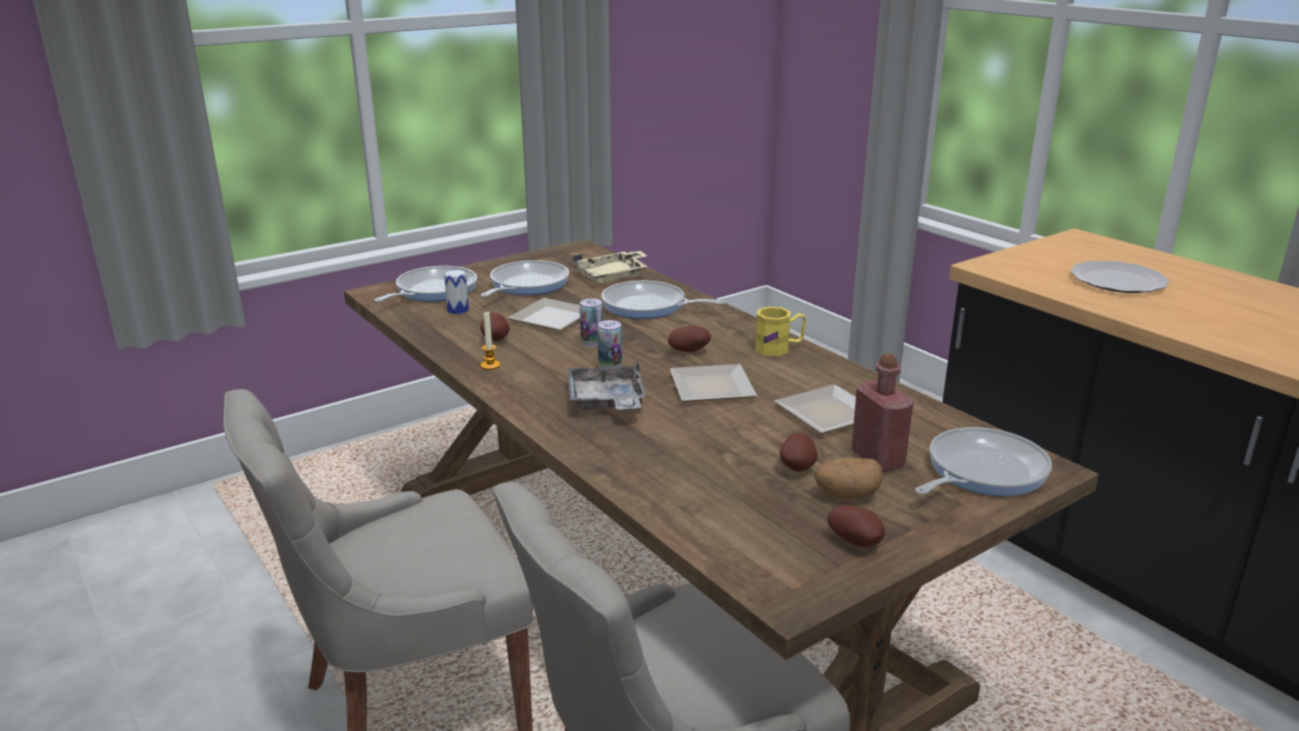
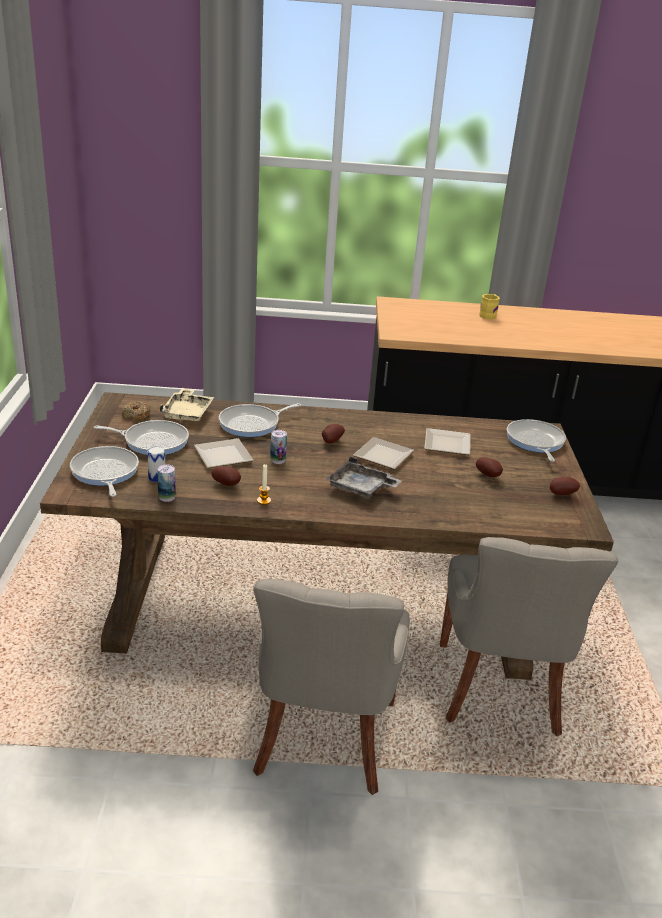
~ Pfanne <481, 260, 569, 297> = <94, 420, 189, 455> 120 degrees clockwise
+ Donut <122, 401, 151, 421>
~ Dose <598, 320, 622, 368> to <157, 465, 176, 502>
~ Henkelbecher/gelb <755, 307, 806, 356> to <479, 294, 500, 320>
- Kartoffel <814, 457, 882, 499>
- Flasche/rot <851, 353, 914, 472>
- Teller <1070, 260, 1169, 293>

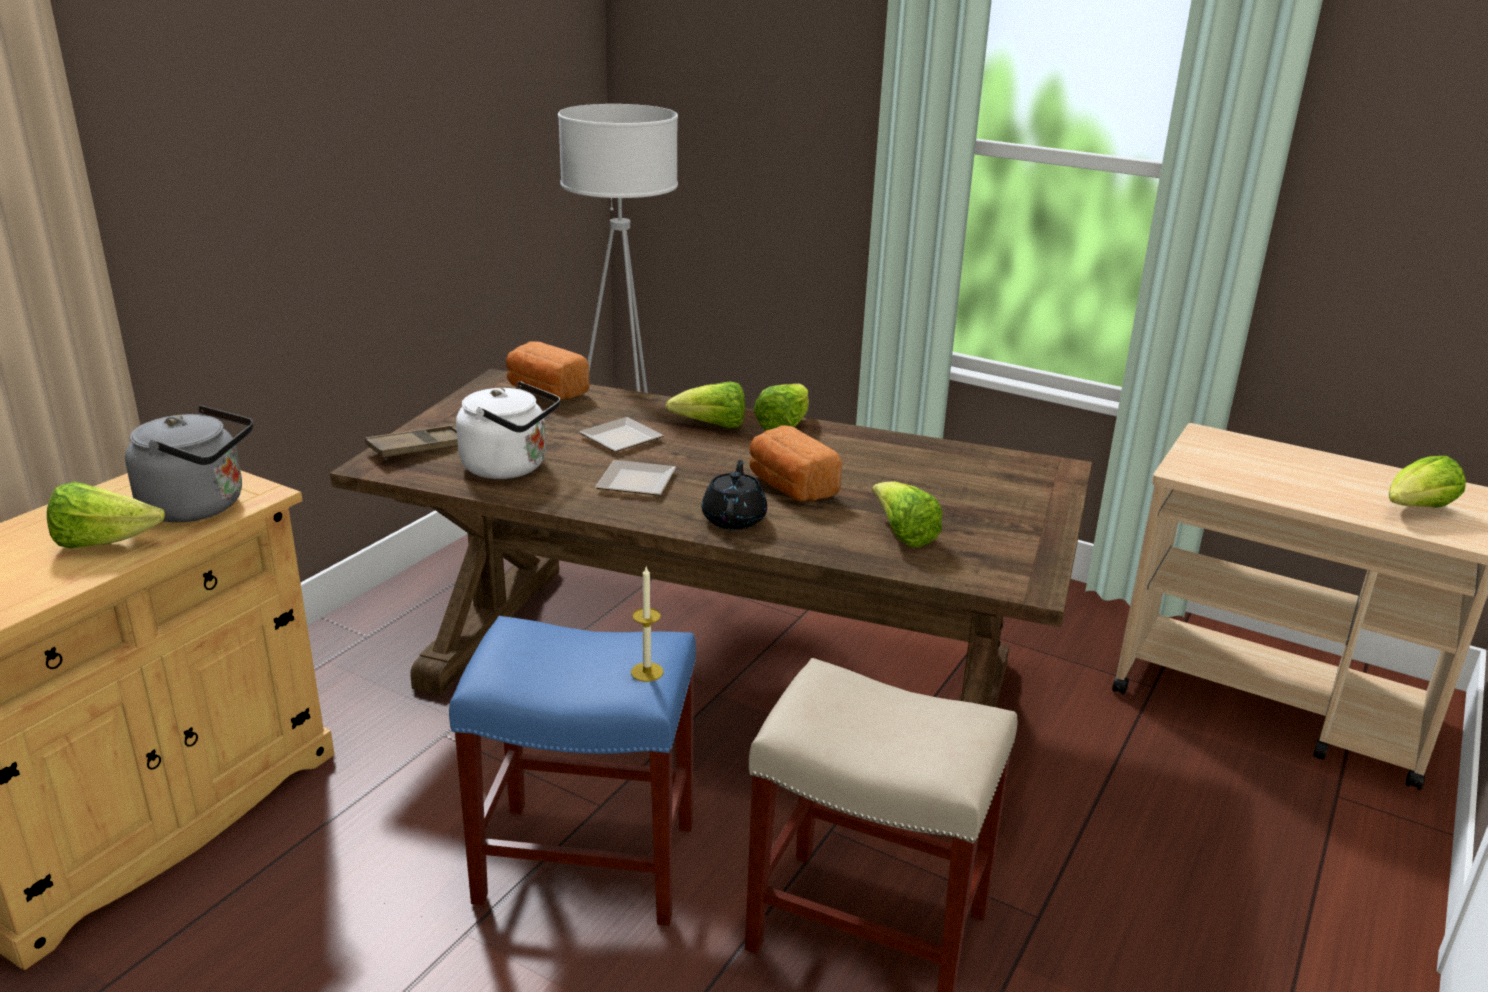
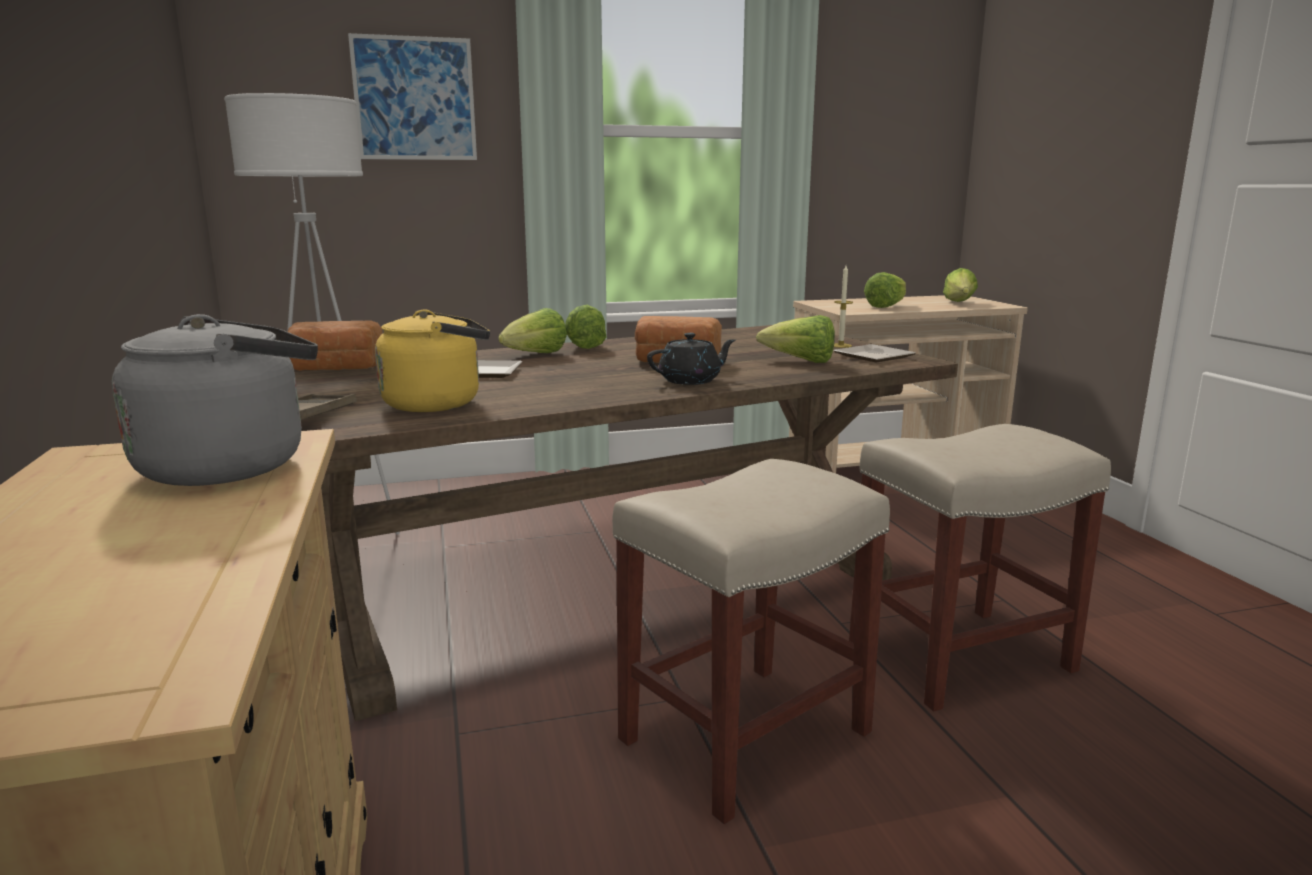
+ Bild <348, 33, 477, 160>
~ Wasserkessel/weiß <456, 381, 560, 479> to Wasserkessel/gelb <375, 309, 490, 412>
~ Hocker/blau <449, 616, 696, 926> to Hocker/beige <612, 459, 890, 824>
~ Teekanne/schwarz <702, 460, 767, 530> = <647, 333, 736, 385> 105 degrees clockwise
~ Teller <595, 460, 676, 496> to <833, 344, 916, 362>
~ Kerze <631, 567, 663, 682> to <834, 265, 853, 348>
~ Salatkopf <47, 482, 165, 549> to <864, 272, 906, 308>

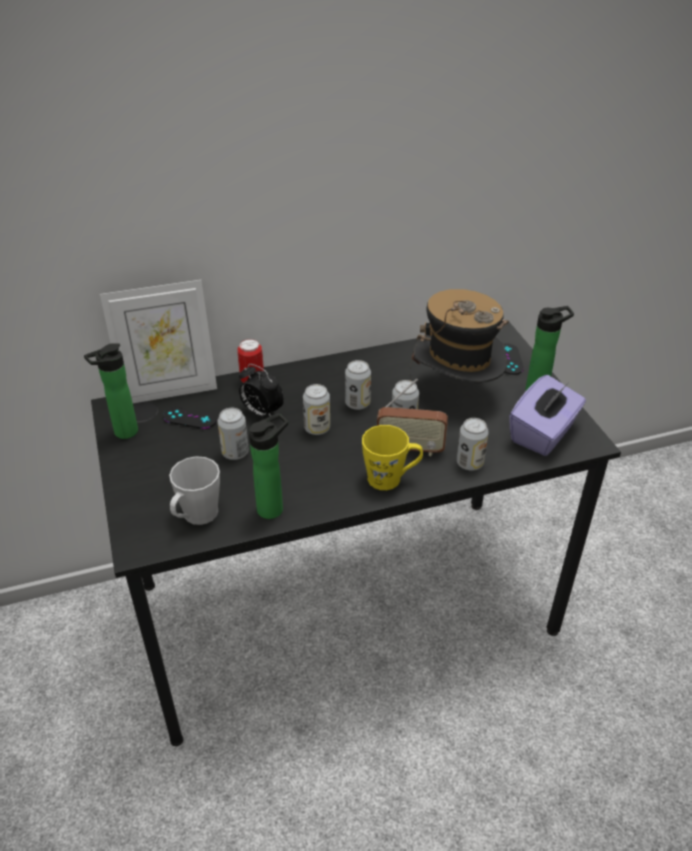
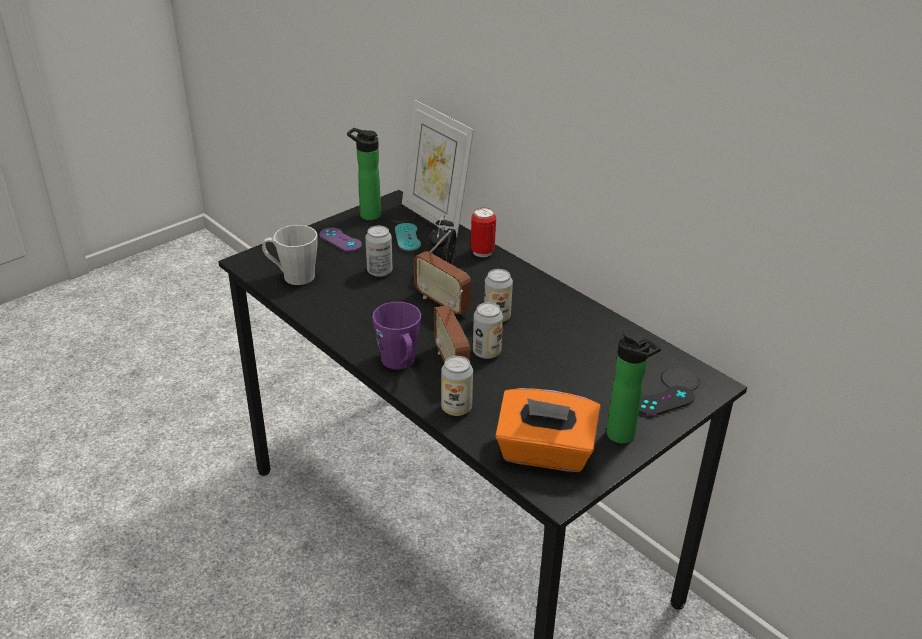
+ Gamepad/lila <320, 228, 362, 252>
~ Henkelbecher/gelb <362, 425, 423, 490> to Henkelbecher/lila <373, 302, 421, 370>
~ Gamepad/schwarz <163, 407, 217, 429> to Gamepad/türkis <395, 223, 421, 251>
~ Dose <303, 384, 330, 435> to Radio <414, 230, 471, 314>
~ Taschentuchbox/lila <509, 375, 586, 456> to Taschentuchbox/orange <495, 388, 600, 472>
- Flasche <249, 413, 288, 519>
- Hut <410, 289, 509, 383>

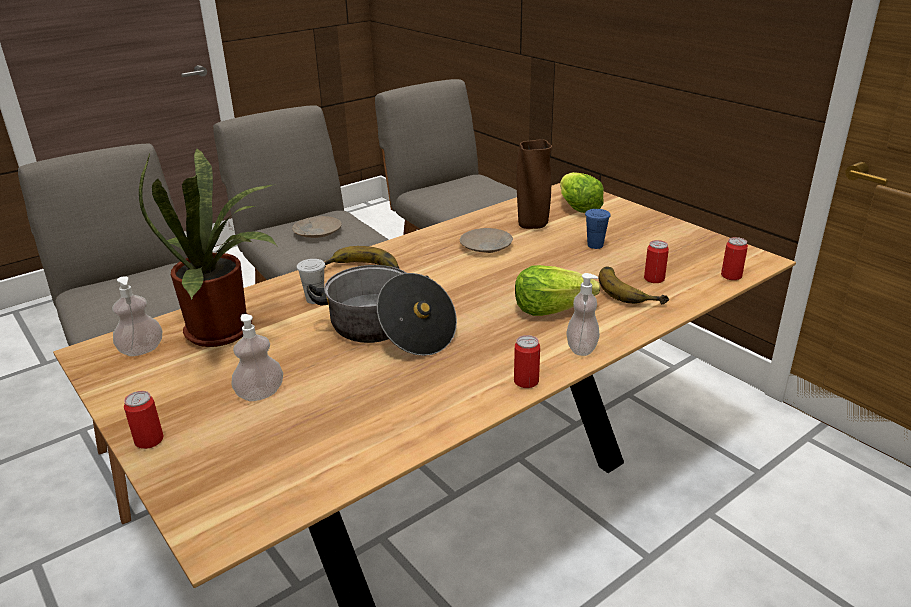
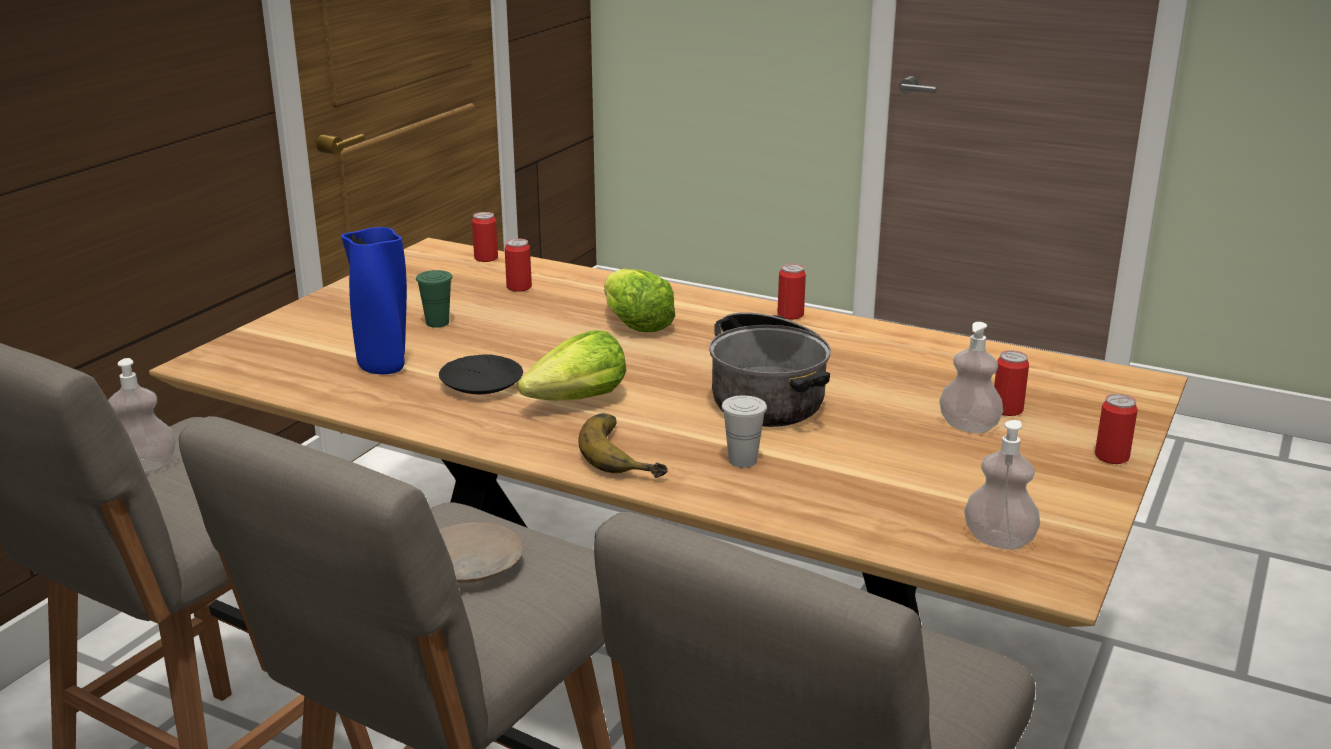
~ Seifenspender <566, 273, 600, 356> to <108, 358, 176, 472>
~ Vase/braun <516, 139, 552, 229> to Vase/blau <341, 227, 407, 374>
~ Tasse/blau <585, 209, 611, 249> to Tasse/grün <416, 270, 452, 328>
~ Teller/beige <460, 228, 513, 253> to Teller/schwarz <439, 354, 523, 394>
~ Salatkopf <560, 172, 604, 213> to <517, 330, 627, 401>
+ Dose <994, 350, 1029, 416>
- Topfpflanze <139, 148, 278, 347>
- Banane <599, 267, 669, 304>

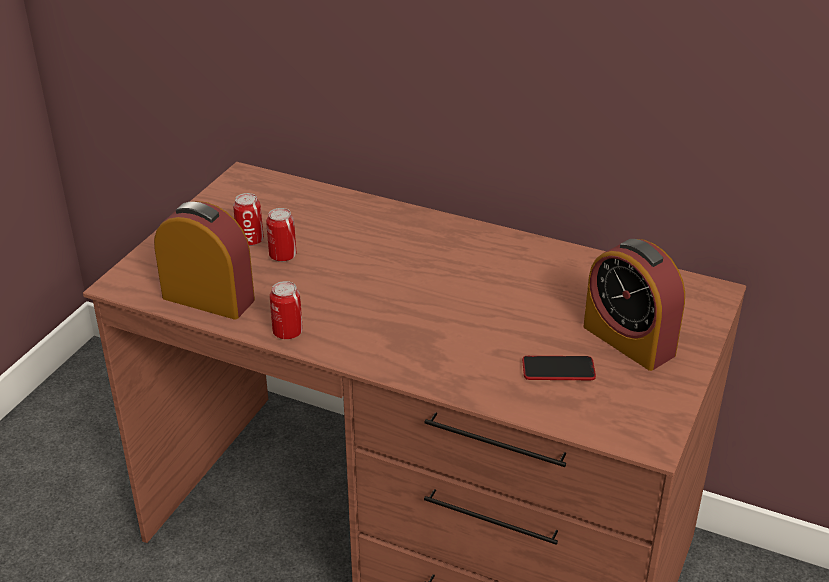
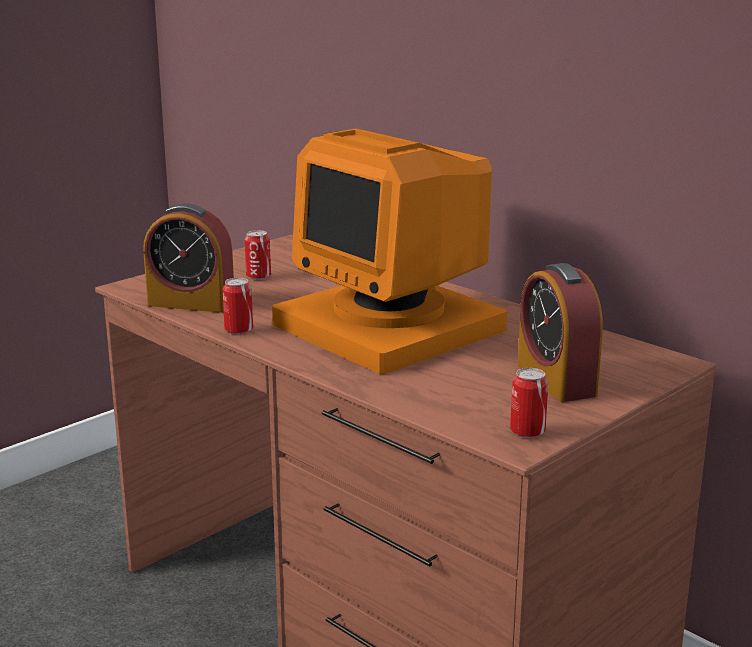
~ Wecker <154, 201, 255, 319> = <143, 203, 234, 313> 150 degrees clockwise
+ Monitor <272, 128, 507, 374>
~ Dose <266, 208, 297, 262> to <510, 368, 548, 438>
- Handy <522, 356, 596, 380>

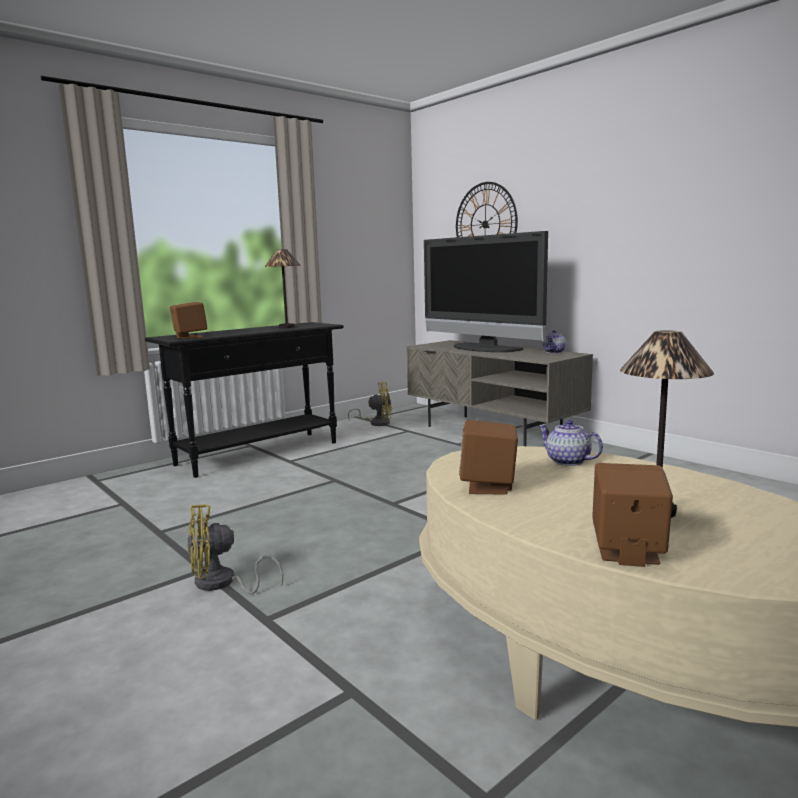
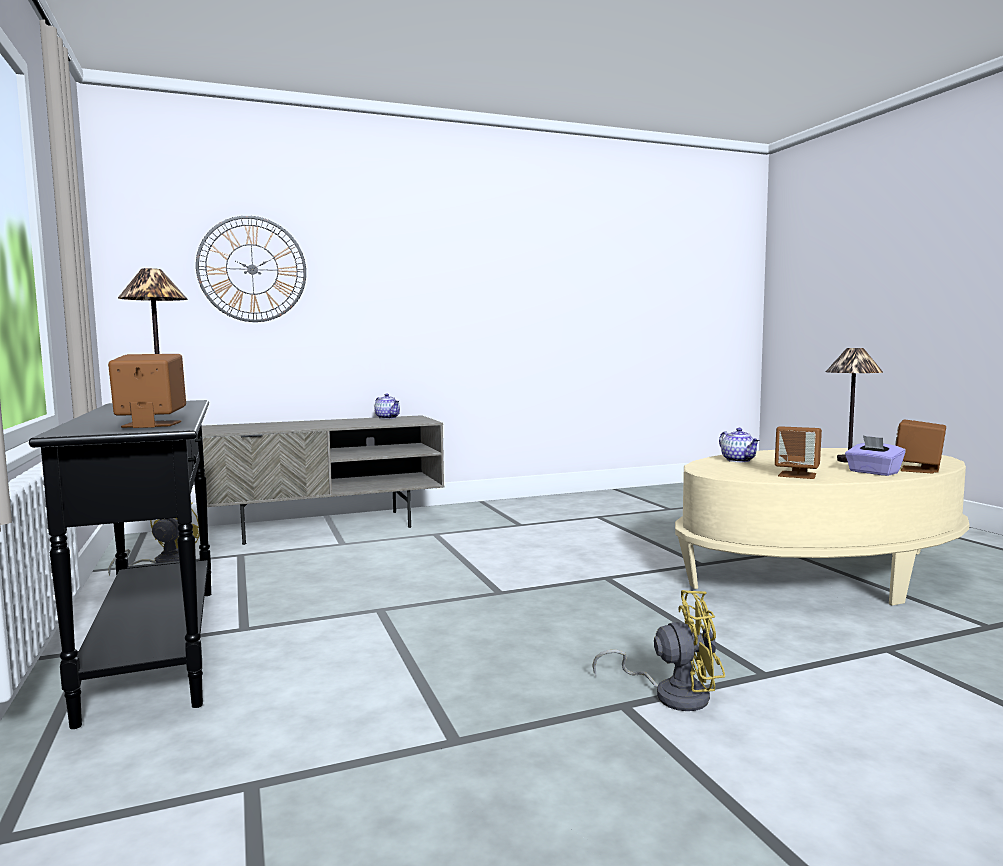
~ Ventilator/gelb <187, 504, 283, 594> = <592, 590, 725, 711> 90 degrees counterclockwise
~ Teekanne <538, 420, 603, 466> = <719, 428, 760, 462> 90 degrees counterclockwise
+ Taschentuchbox/lila <845, 435, 906, 476>
- Fernseher <424, 231, 548, 352>

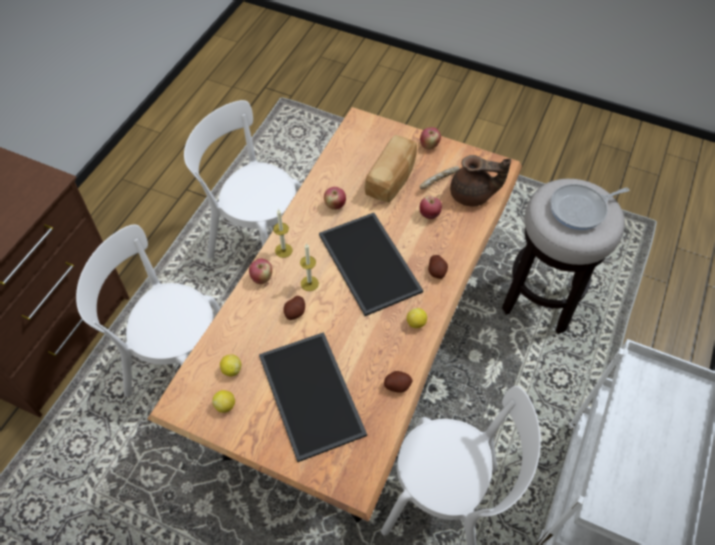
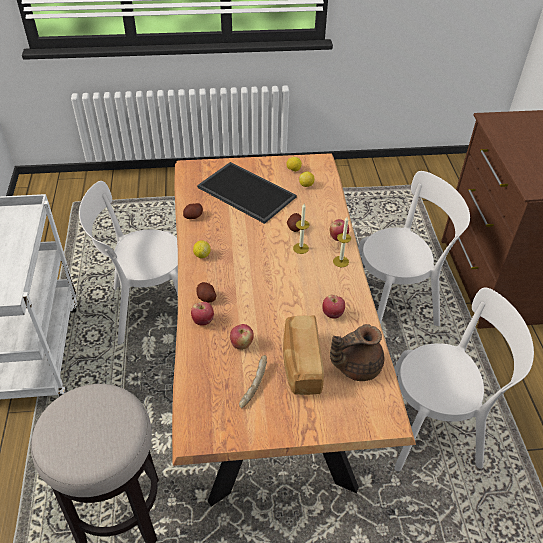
~ Apfel <420, 127, 441, 150> to <191, 302, 214, 326>
~ Teekanne/braun <450, 155, 511, 207> to <330, 324, 384, 381>
- Tablett <319, 213, 423, 316>
- Pfanne <550, 184, 629, 230>

